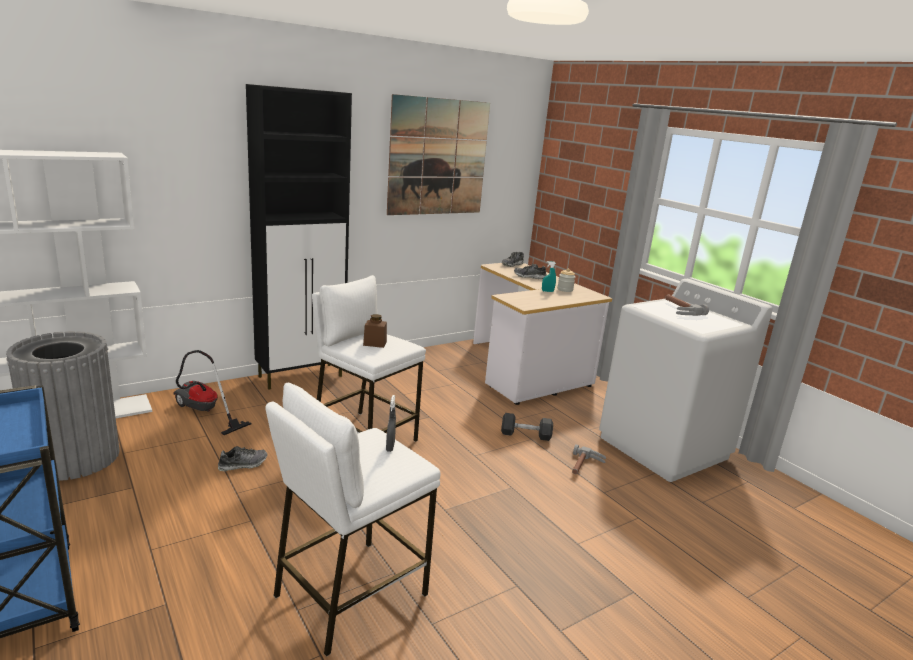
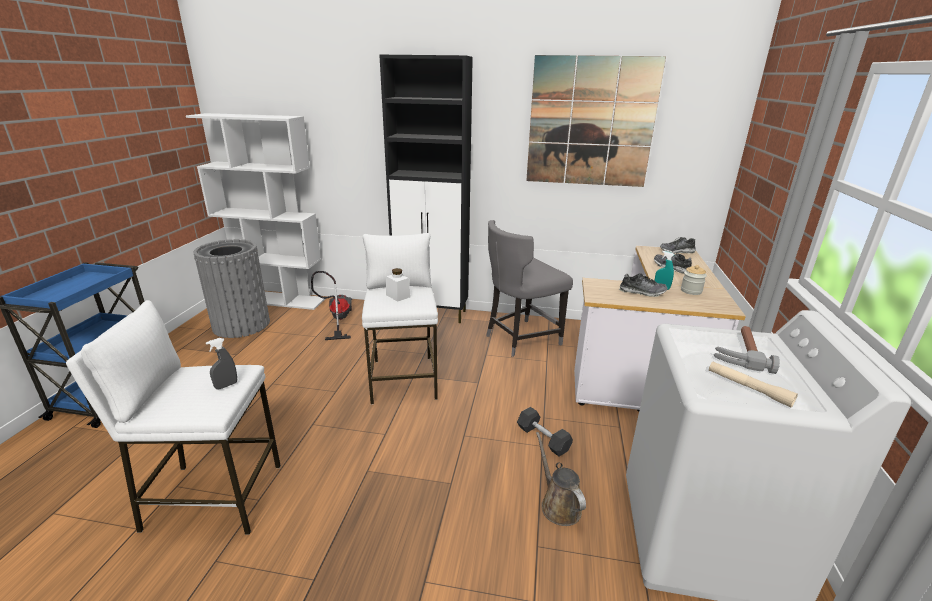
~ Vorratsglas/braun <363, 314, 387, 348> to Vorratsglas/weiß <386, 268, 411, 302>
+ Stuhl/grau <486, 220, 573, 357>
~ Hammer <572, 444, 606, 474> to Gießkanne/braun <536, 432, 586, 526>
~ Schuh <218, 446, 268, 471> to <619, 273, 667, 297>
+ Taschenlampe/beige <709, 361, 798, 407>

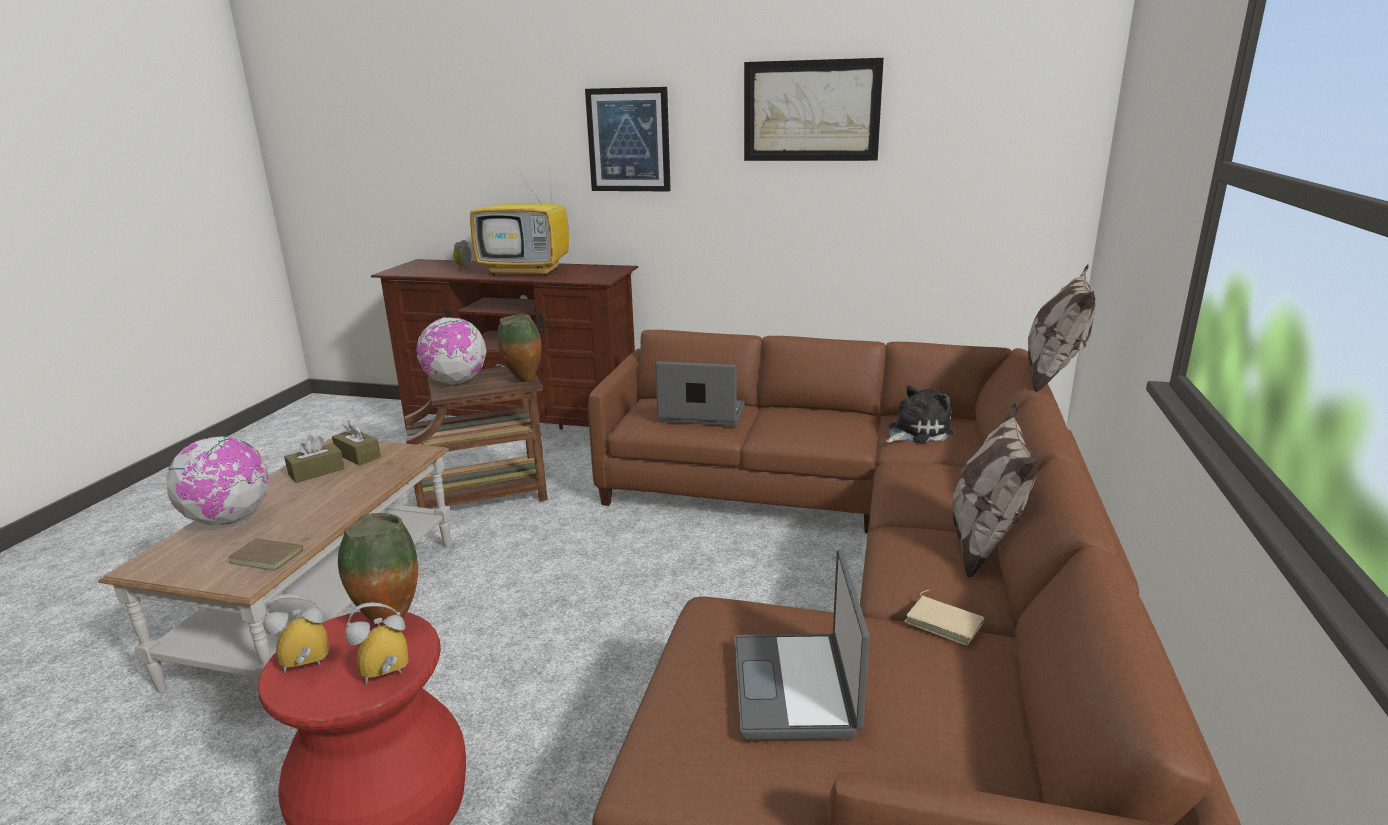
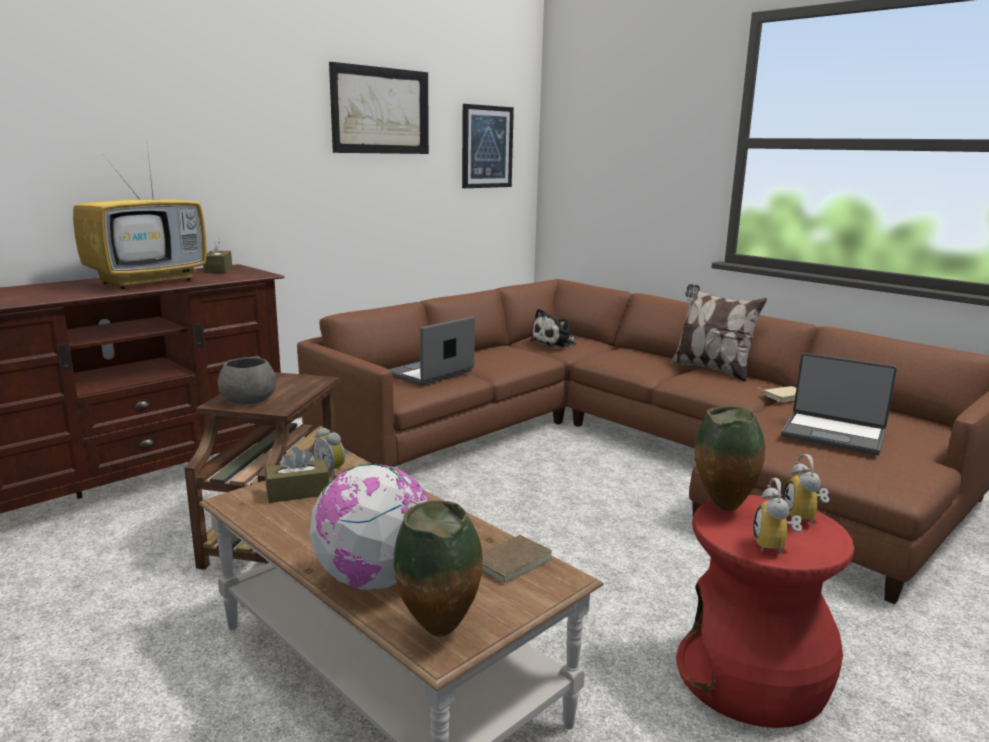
~ Taschentuchbox/braun <284, 435, 345, 483> to <203, 237, 232, 273>
~ Globus <417, 317, 487, 384> to Schüssel/grau <218, 357, 276, 404>
~ Wecker <453, 240, 471, 270> to <313, 427, 345, 477>
~ Vase <497, 314, 541, 382> to <394, 500, 483, 637>
~ Bild <585, 87, 671, 191> to <462, 104, 514, 188>
~ Plüschtier <886, 385, 954, 443> = <530, 308, 576, 348> 135 degrees counterclockwise
- Kissen <1028, 265, 1095, 393>

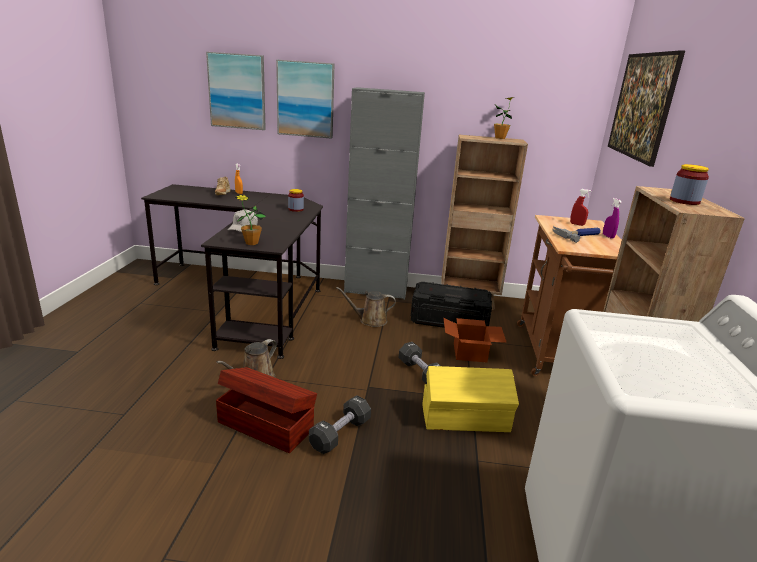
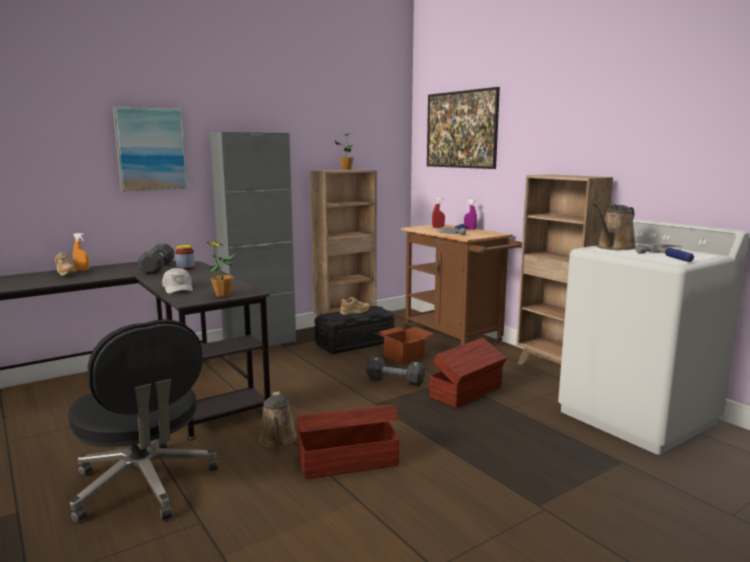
+ Bürostuhl/schwarz <68, 319, 218, 523>
~ Hantel/schwarz <309, 395, 371, 454> to <138, 244, 174, 275>
+ Schuh/beige <340, 297, 370, 315>
~ Aufbewahrungsbox/gelb <422, 366, 519, 432> to Aufbewahrungsbox/braun <429, 338, 507, 408>
~ Gießkanne/braun <336, 287, 396, 327> to <593, 203, 636, 250>
+ Hammer <636, 244, 694, 262>
- Bild <206, 52, 266, 130>
- Vorratsglas <670, 164, 709, 205>

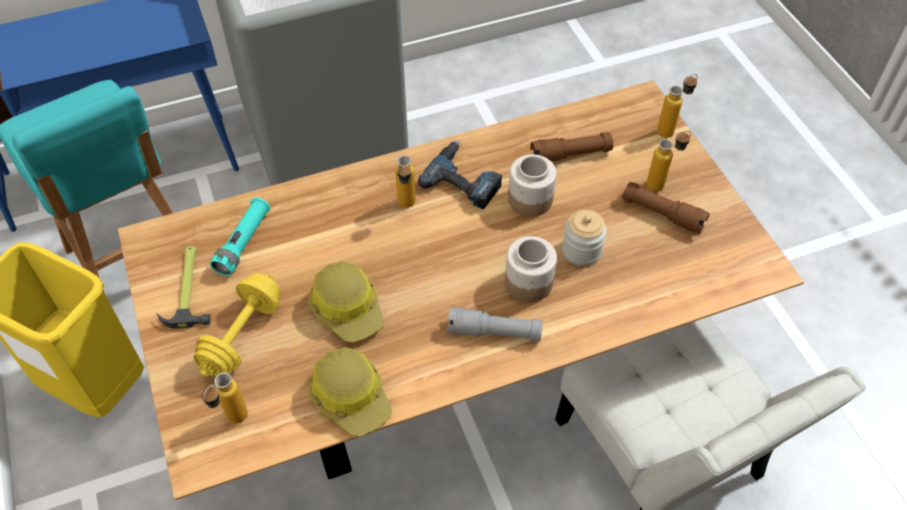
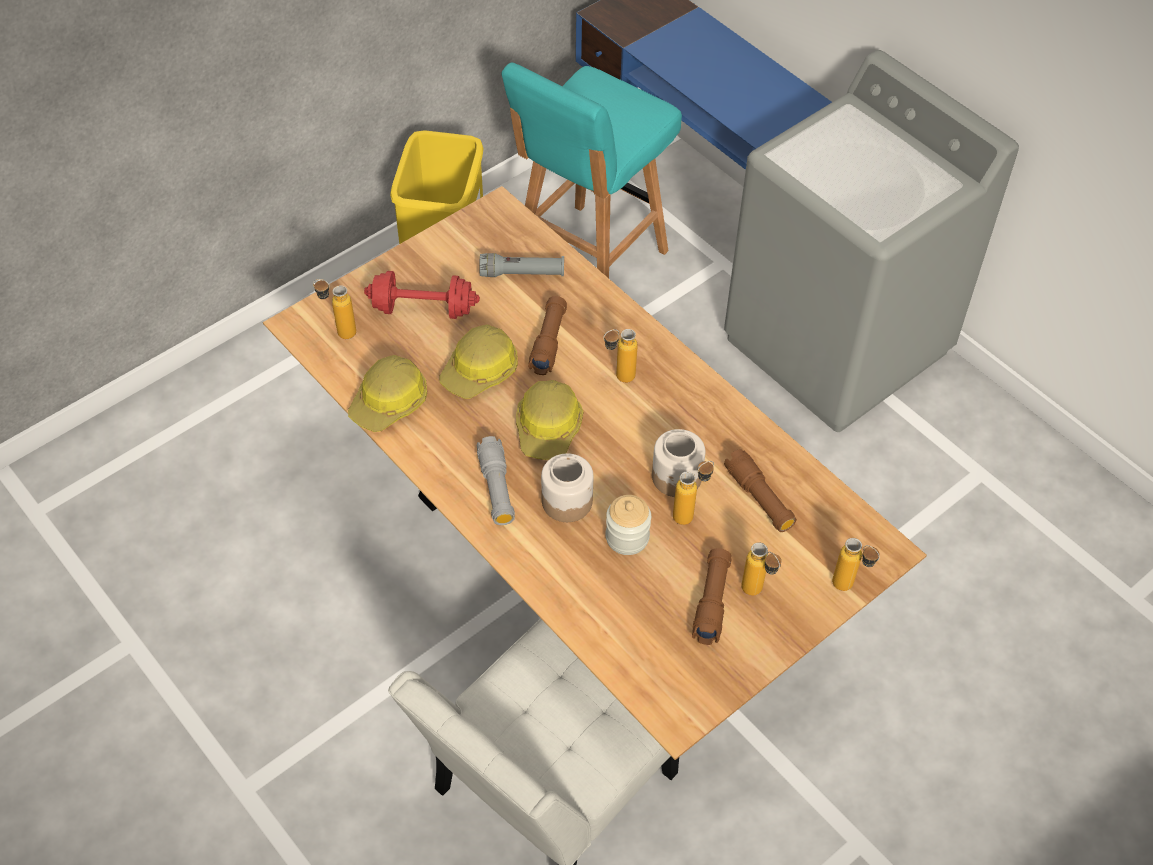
~ Hantel/gelb <194, 273, 281, 377> to Hantel/rot <364, 271, 480, 319>
~ Taschenlampe/türkis <210, 198, 270, 276> to Taschenlampe/grau <479, 253, 564, 277>
+ Schutzhelm <516, 380, 583, 460>
+ Taschenlampe/braun <528, 296, 567, 375>
+ Flasche <673, 461, 714, 525>
- Hammer <156, 246, 211, 329>
- Bohrmaschine <418, 140, 503, 209>

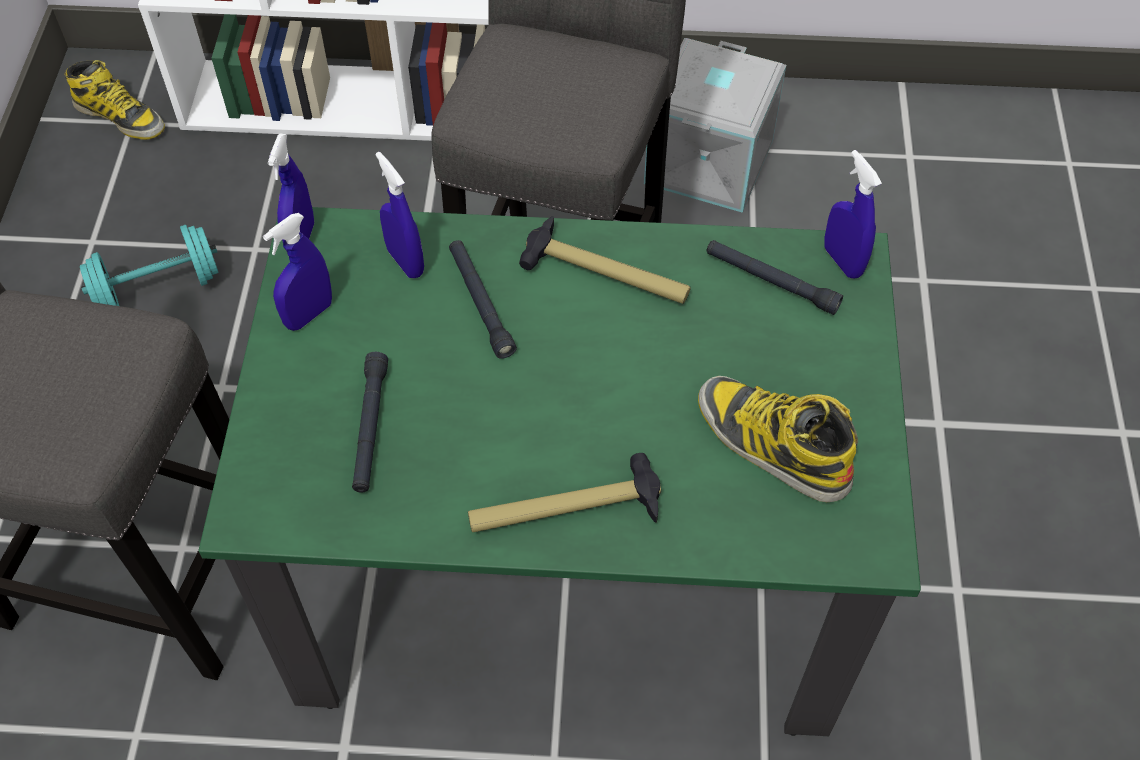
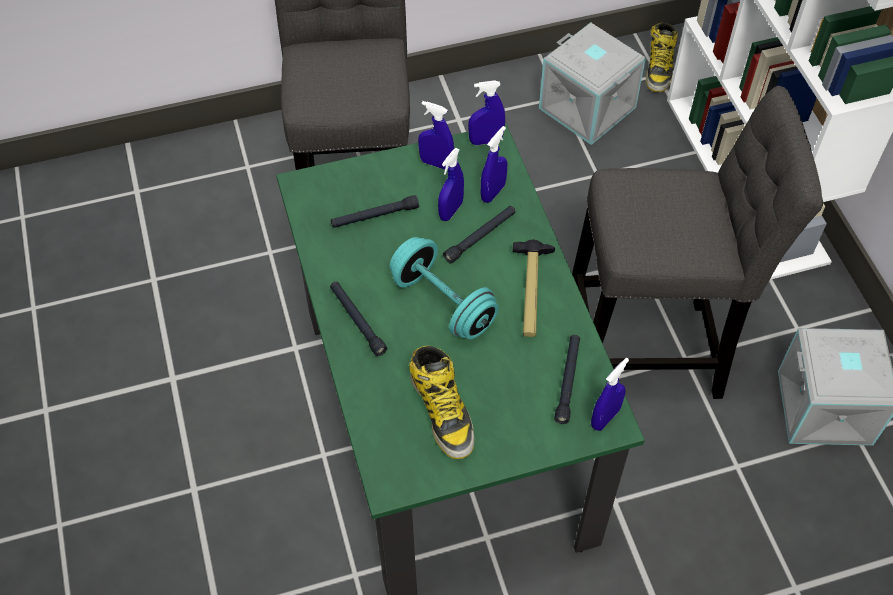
~ Hammer <468, 453, 661, 532> to Taschenlampe/schwarz <330, 282, 387, 356>
~ Hantel/türkis <80, 225, 219, 306> to <390, 237, 499, 339>
~ Stiefel <698, 376, 858, 502> = <409, 345, 474, 459> 135 degrees clockwise
+ Sprühflasche/blau <438, 148, 464, 221>
+ Aufbewahrungsbox/grau <539, 22, 646, 145>

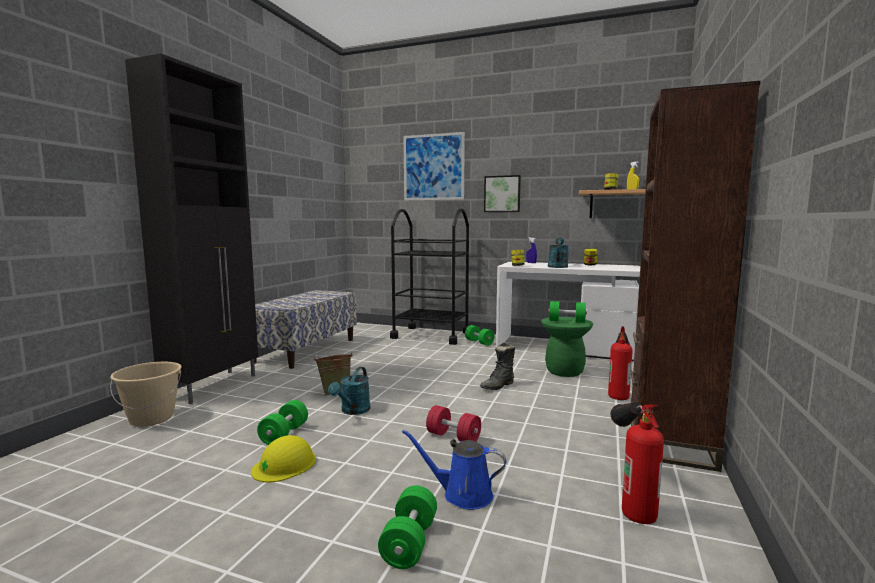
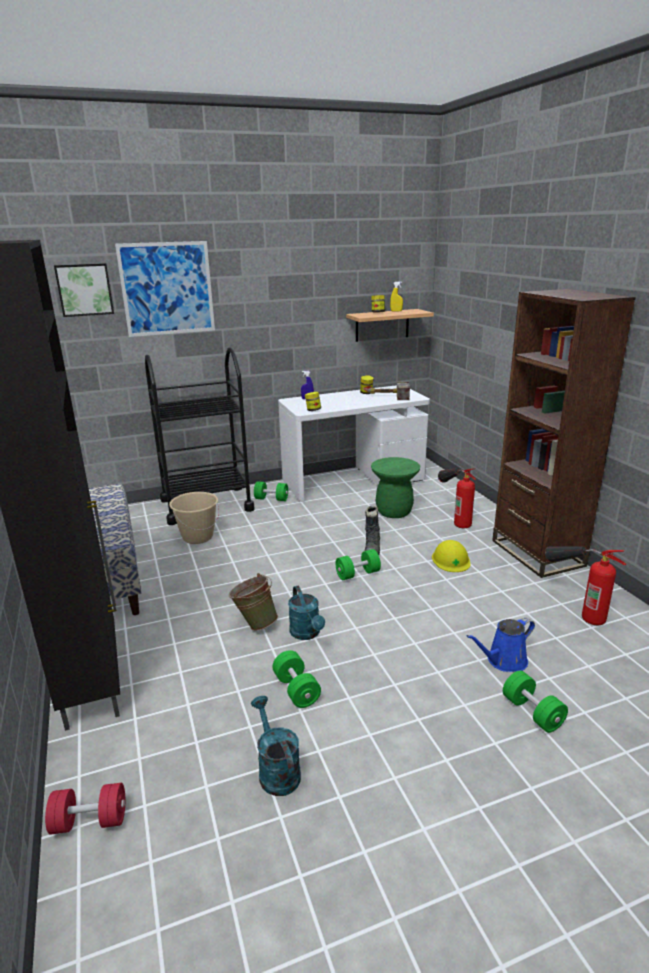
~ Hantel/rot <426, 405, 481, 442> to <45, 783, 125, 835>
~ Bild <484, 175, 521, 212> to <54, 263, 114, 317>
~ Eimer/beige <110, 362, 182, 427> to <169, 492, 219, 544>
~ Gießkanne/türkis <548, 238, 569, 268> to <251, 696, 301, 796>
~ Hantel/grün <548, 301, 587, 323> to <336, 549, 381, 580>
+ Hammer <367, 381, 410, 400>
~ Schutzhelm/gelb <251, 435, 316, 482> to <432, 540, 471, 572>

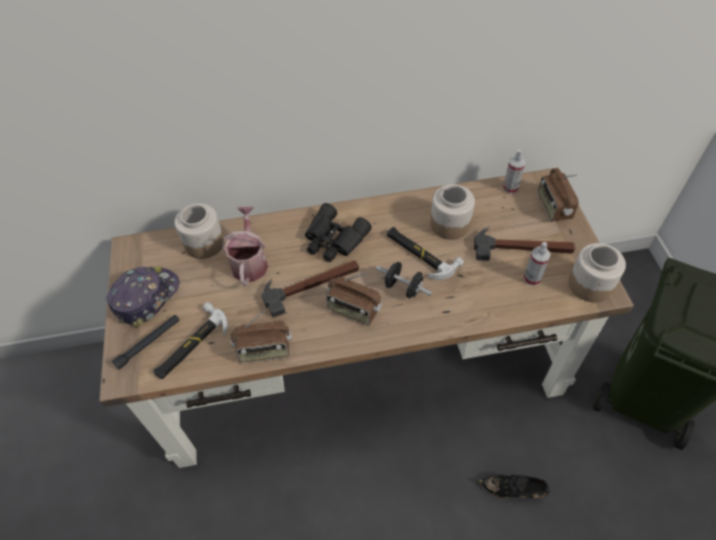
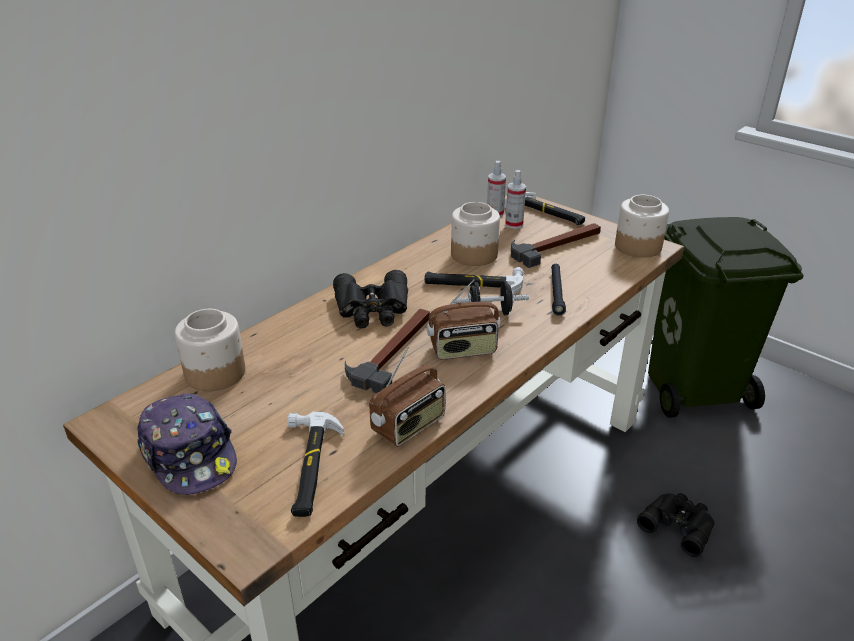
~ Kappe <107, 266, 180, 328> = <137, 393, 237, 495> 150 degrees clockwise
~ Radio <538, 168, 579, 221> to Hammer <504, 192, 585, 225>
~ Sprühflasche <523, 242, 551, 286> to <505, 170, 526, 229>
~ Taschenlampe/schwarz <112, 315, 179, 370> to <551, 264, 566, 315>
~ Schuh/schwarz <477, 475, 550, 498> to Fernglas/schwarz <637, 493, 715, 557>
- Gießkanne <222, 207, 268, 286>

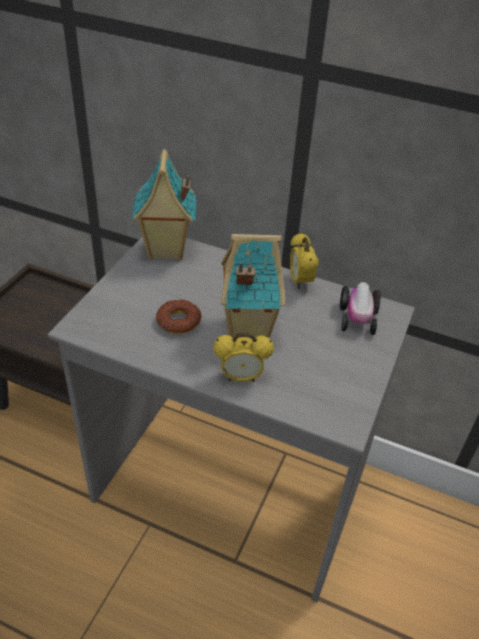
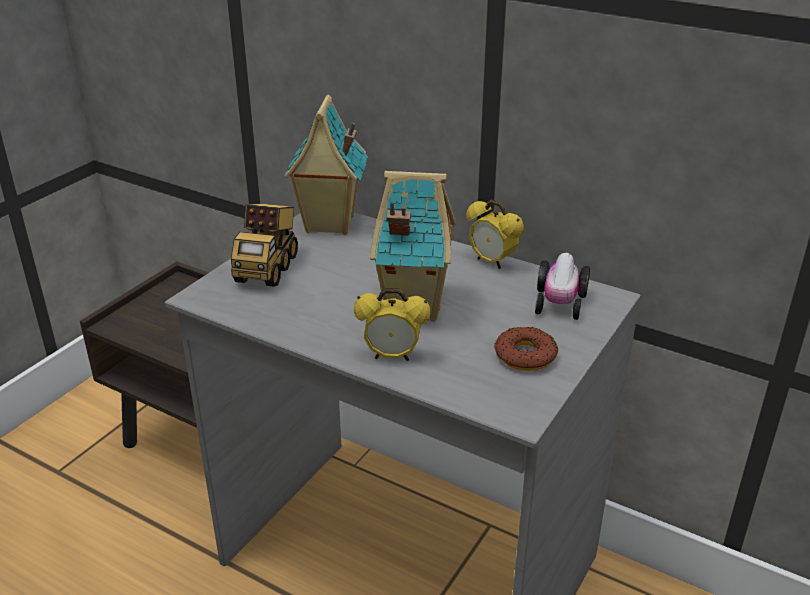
+ Spielzeuglaster <231, 204, 298, 287>
~ Wecker <290, 233, 319, 289> = <467, 200, 524, 269> 45 degrees counterclockwise
~ Donut <156, 300, 201, 334> to <494, 327, 558, 371>

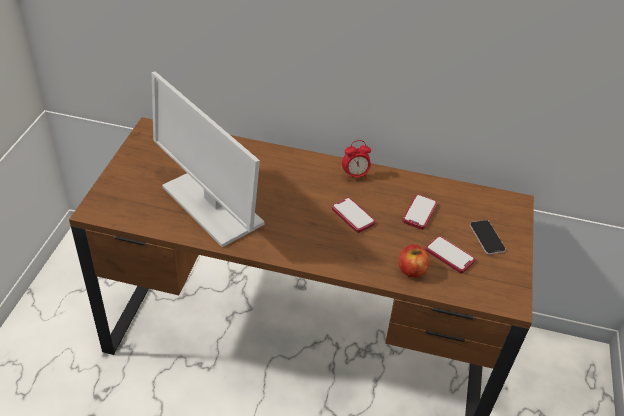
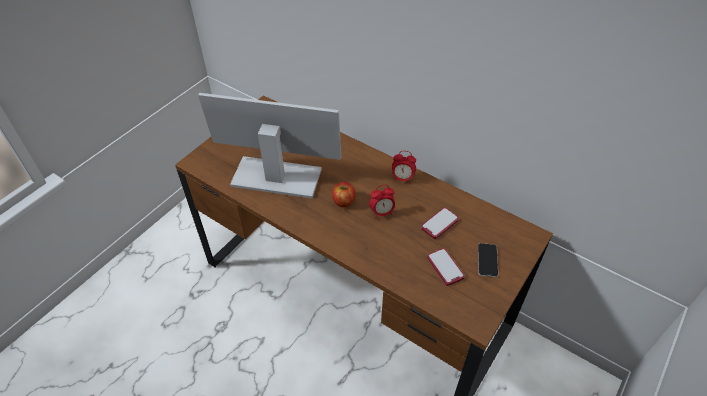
~ Monitor <152, 71, 265, 247> = <198, 93, 341, 199> 120 degrees clockwise
~ Apfel <399, 244, 429, 278> to <332, 182, 356, 207>
~ Handy <332, 197, 375, 233> to Wecker <369, 185, 395, 219>

